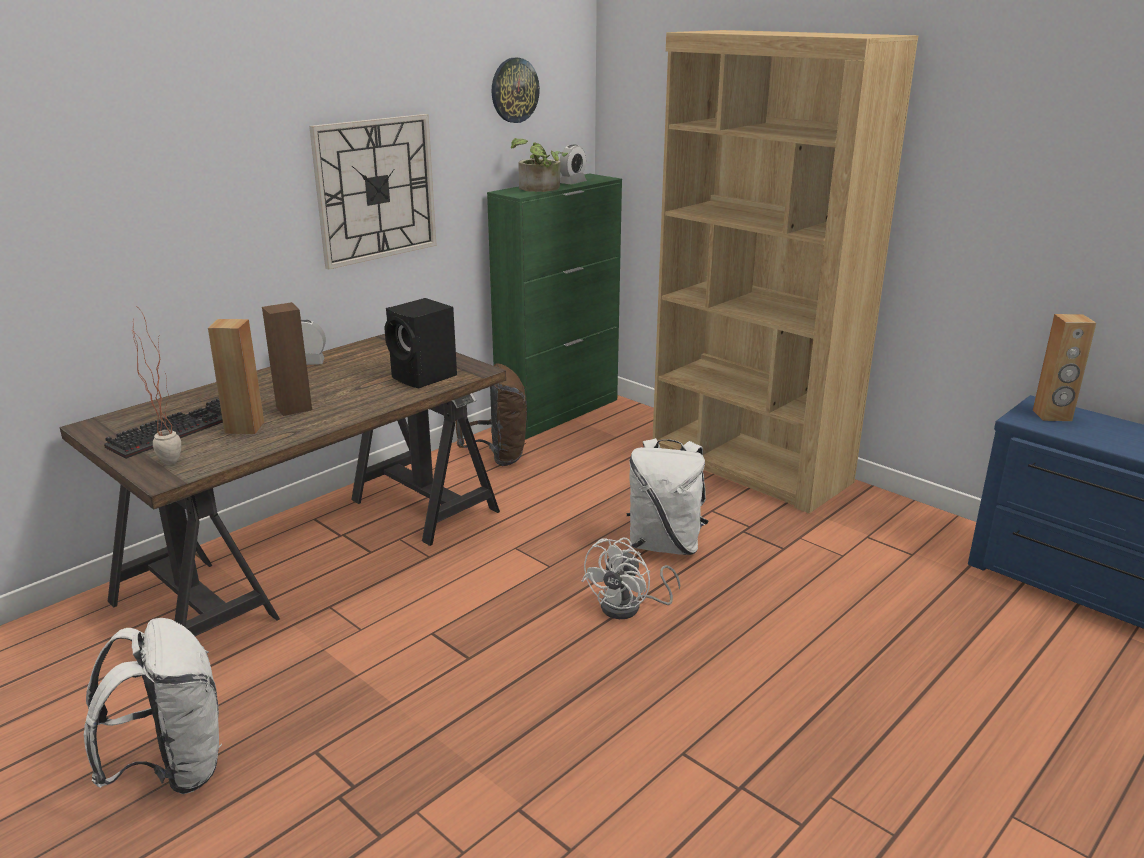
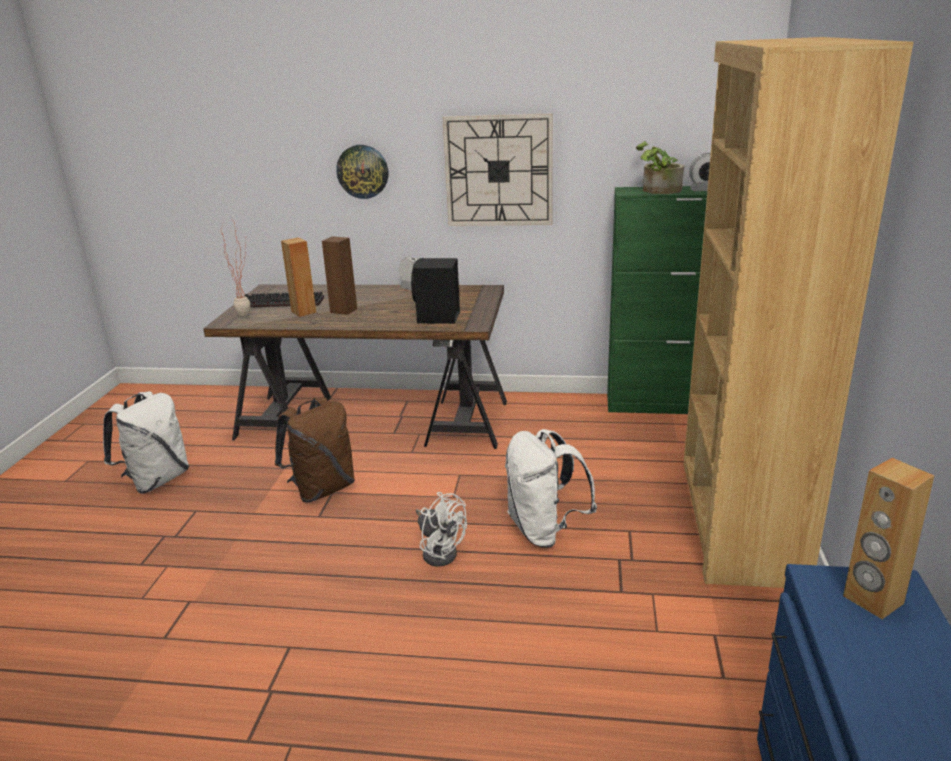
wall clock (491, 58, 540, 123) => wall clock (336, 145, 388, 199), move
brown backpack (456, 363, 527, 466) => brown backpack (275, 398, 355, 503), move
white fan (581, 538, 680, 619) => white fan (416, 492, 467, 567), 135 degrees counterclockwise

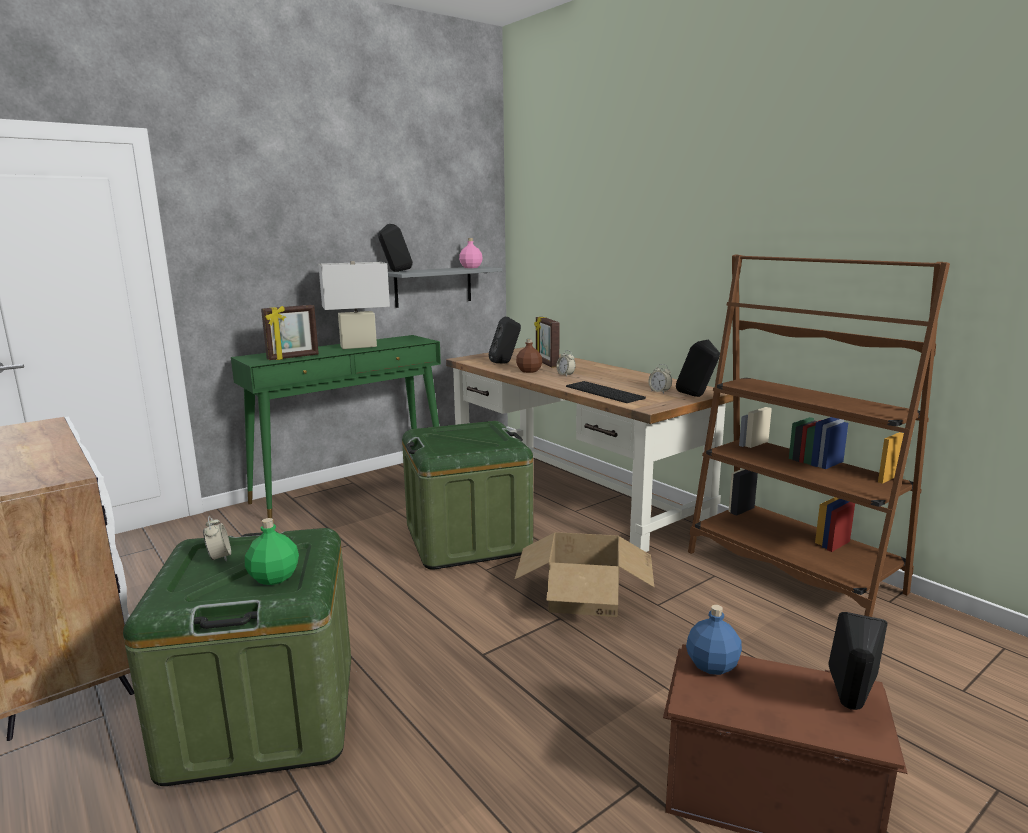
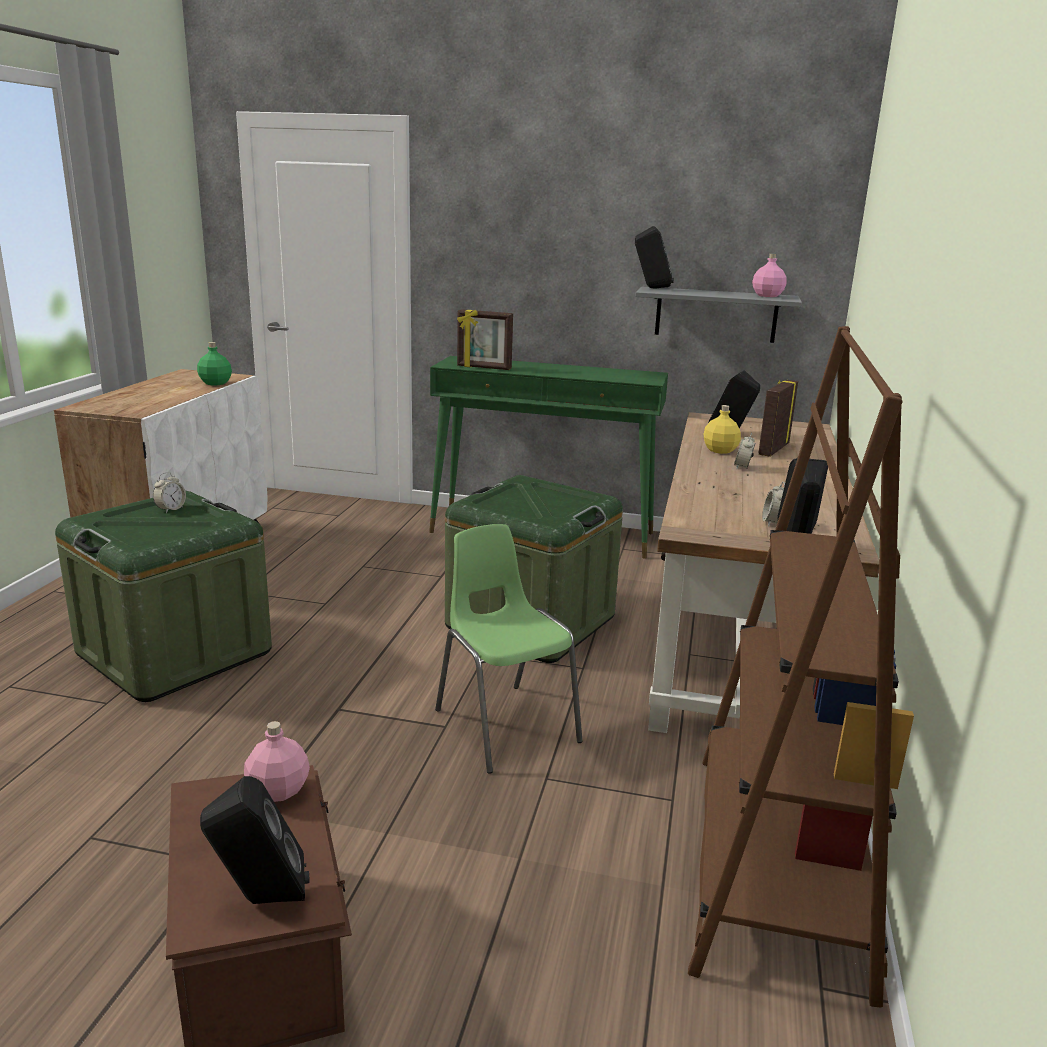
white table lamp (318, 261, 390, 349) => nothing
brown bottle (516, 339, 542, 373) => yellow bottle (703, 405, 741, 454)
keyboard (566, 381, 646, 403) => nothing
green bottle (245, 518, 299, 585) => green bottle (197, 342, 232, 385), move
cardboard box (514, 532, 655, 617) => green chair (435, 524, 583, 774)
blue bottle (686, 605, 742, 675) => pink bottle (244, 721, 310, 802)

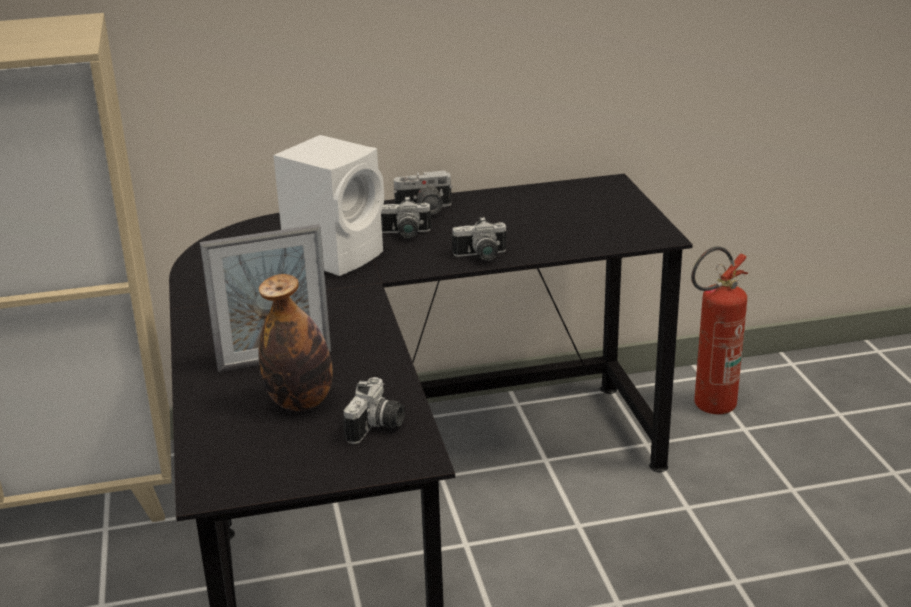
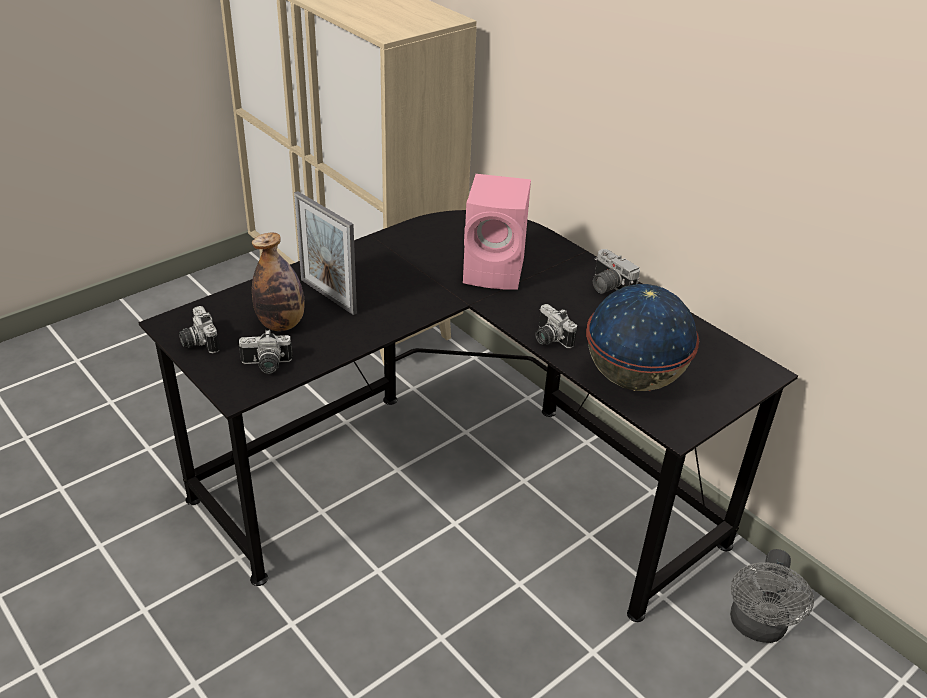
white speaker (273, 135, 384, 276) => pink speaker (463, 174, 531, 290)
photo camera (381, 196, 431, 238) => photo camera (179, 306, 220, 353), move
fire extinguisher (691, 247, 748, 414) => grey fan (730, 549, 814, 643)
nothing => globe (586, 284, 699, 391)

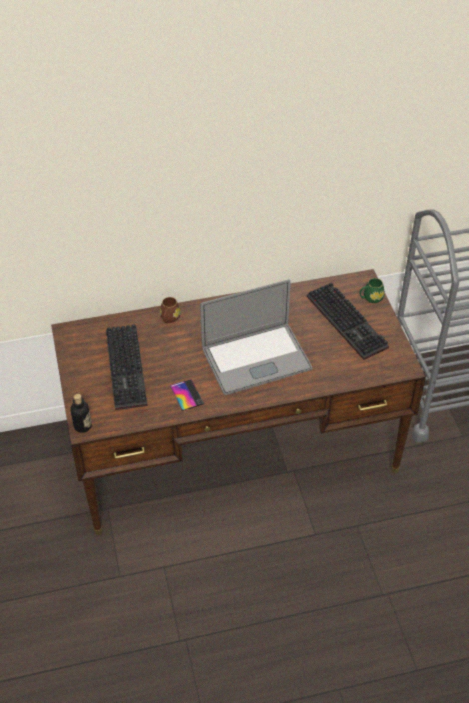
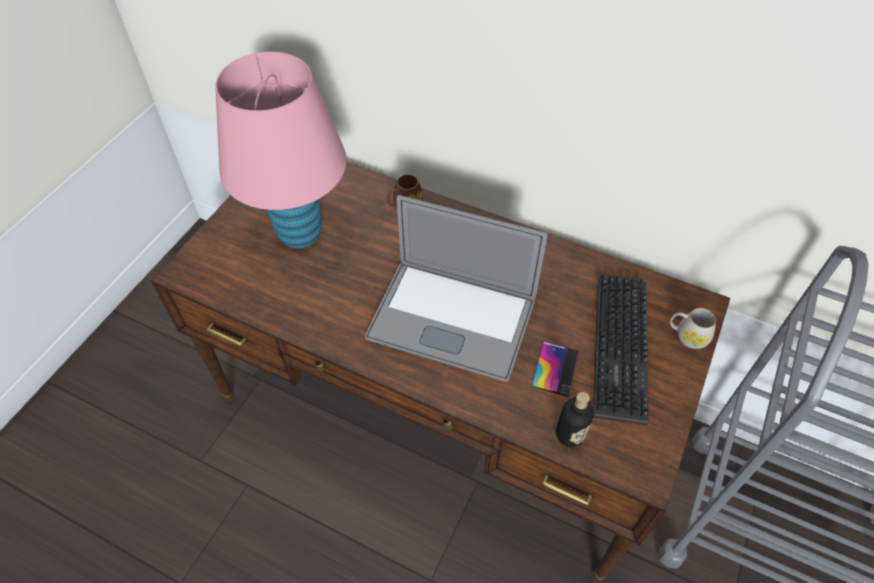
green mug (360, 278, 384, 303) => white mug (670, 308, 716, 349)
keyboard (106, 324, 148, 410) => pink table lamp (215, 52, 347, 249)
phone (170, 379, 204, 411) => phone (532, 341, 579, 397), move
bottle (70, 394, 92, 433) => bottle (556, 392, 594, 447), move

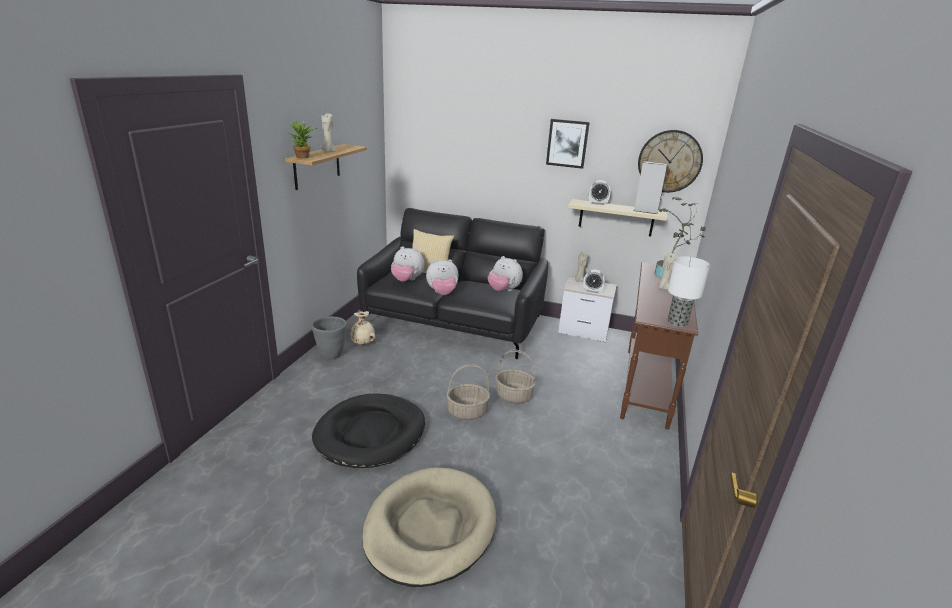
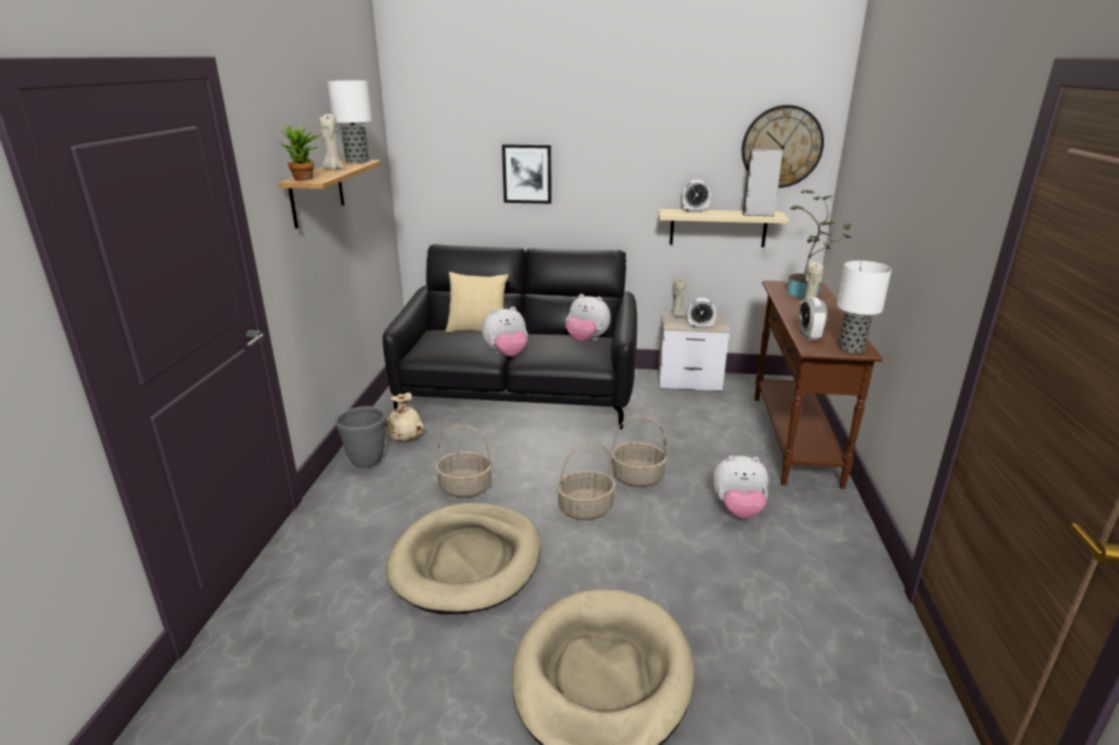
picture (546, 119, 590, 169) => picture (502, 144, 552, 204), move
plush toy (391, 246, 424, 282) => plush toy (712, 456, 769, 519), move
black dog bed (312, 393, 425, 468) => beige dog bed (386, 503, 541, 614)
nothing => table lamp (327, 80, 372, 163)
nothing => alarm clock (799, 298, 827, 340)
nothing => basket (435, 424, 493, 498)

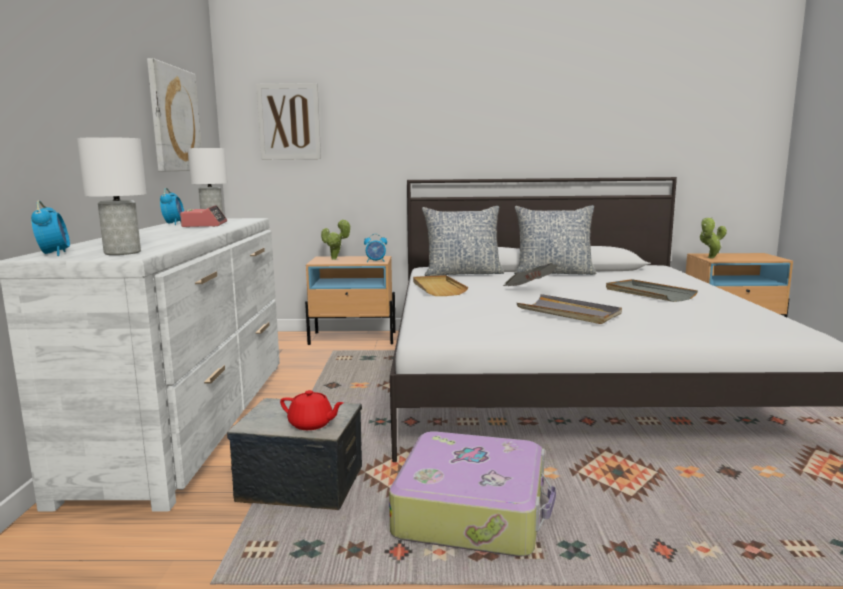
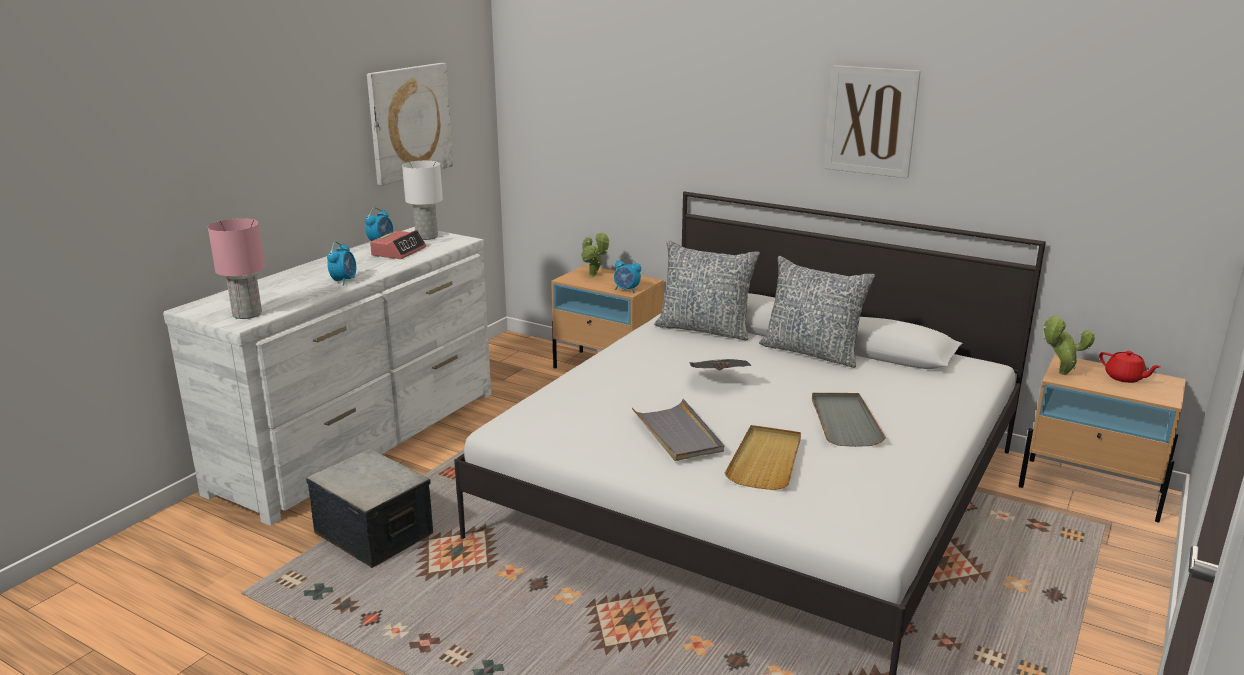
picture (256, 83, 321, 160) => picture (825, 65, 921, 178), move
white table lamp (77, 137, 147, 255) => pink table lamp (208, 218, 265, 319)
alarm clock (31, 200, 70, 256) => alarm clock (327, 242, 356, 286), move
beige tray (413, 275, 468, 296) => beige tray (725, 425, 801, 490), move
red teapot (280, 390, 344, 430) => red teapot (1099, 351, 1161, 383), move
suitcase (389, 431, 556, 556) => nothing

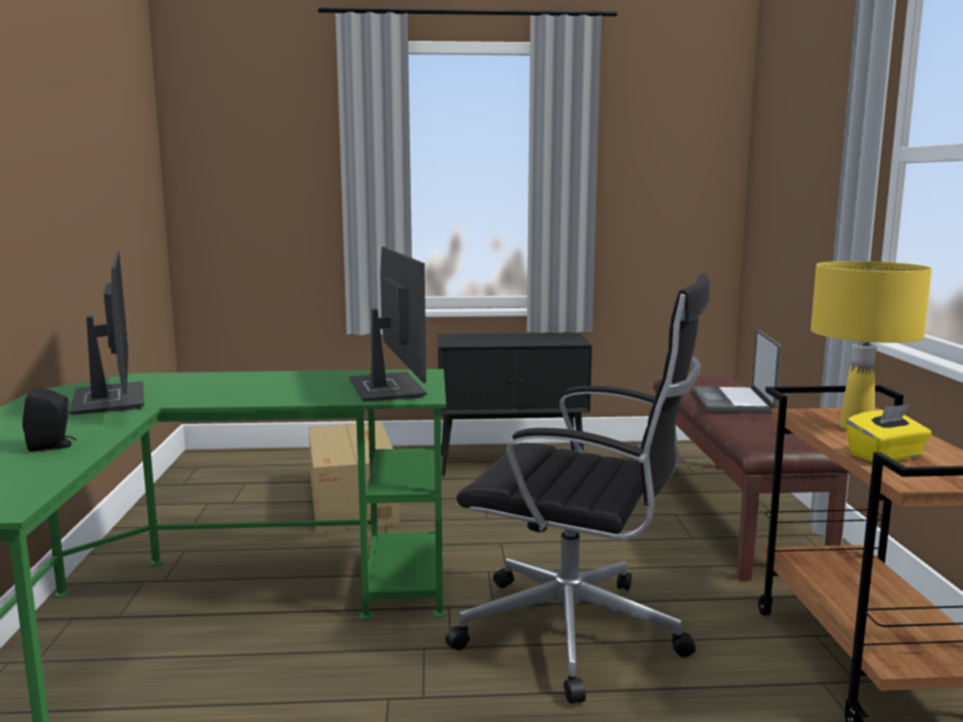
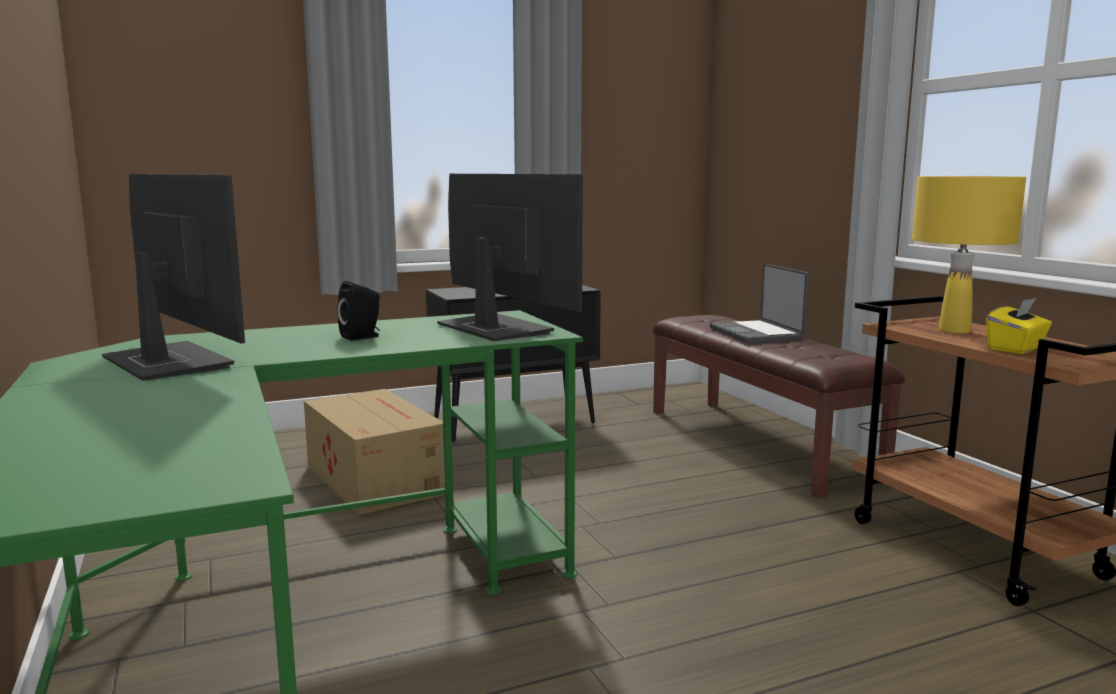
black office chair (445, 273, 710, 704) => nothing
black speaker (23, 386, 76, 452) => black speaker (337, 281, 380, 341), move

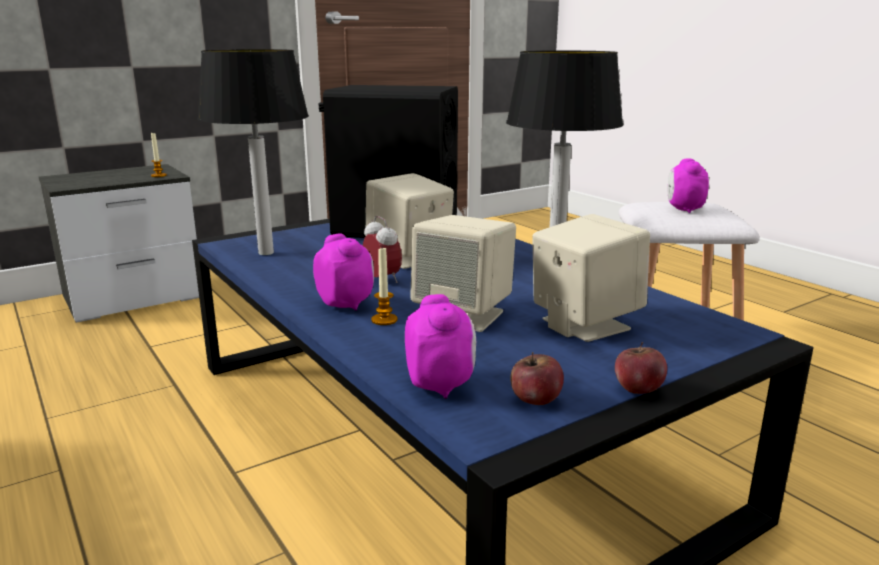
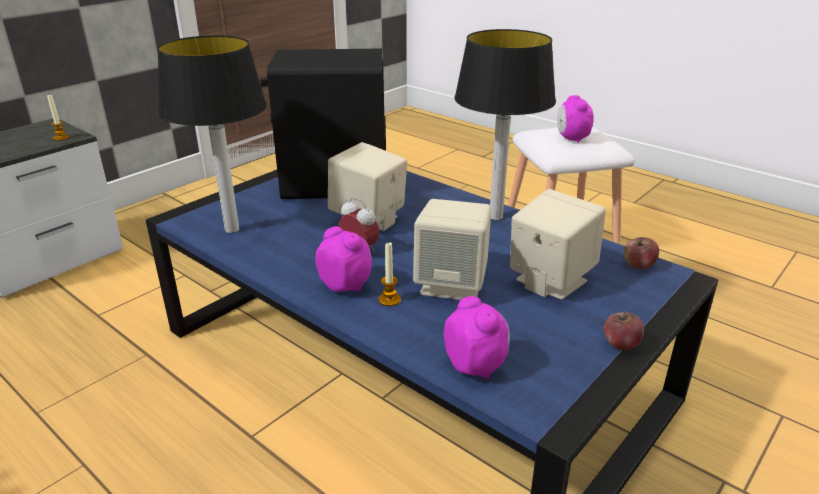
apple (510, 352, 564, 405) => apple (624, 237, 659, 269), move

